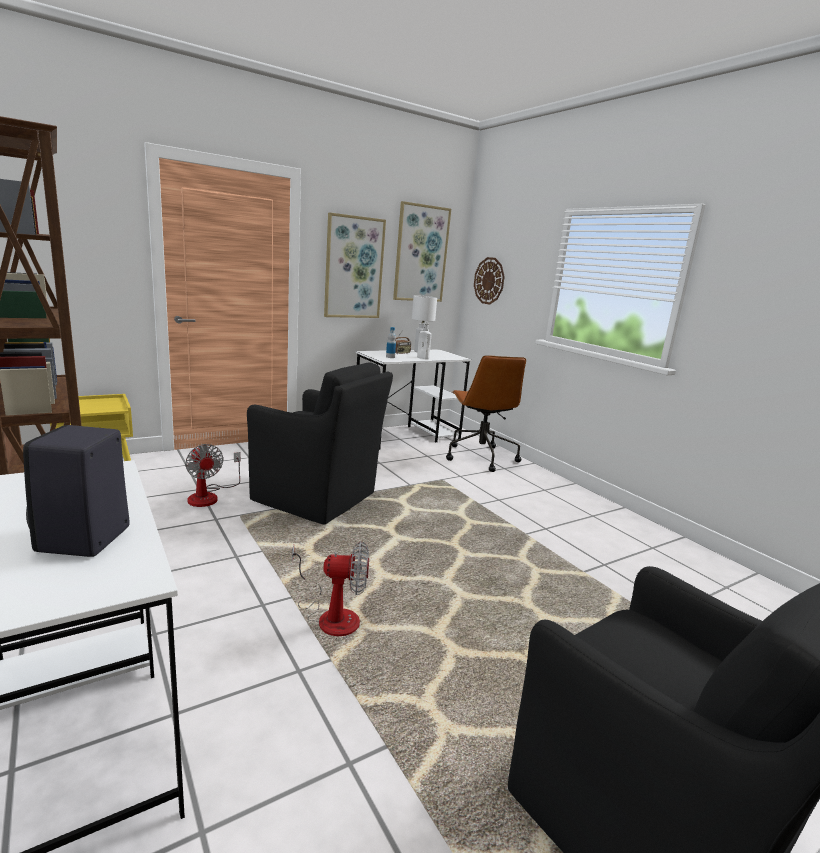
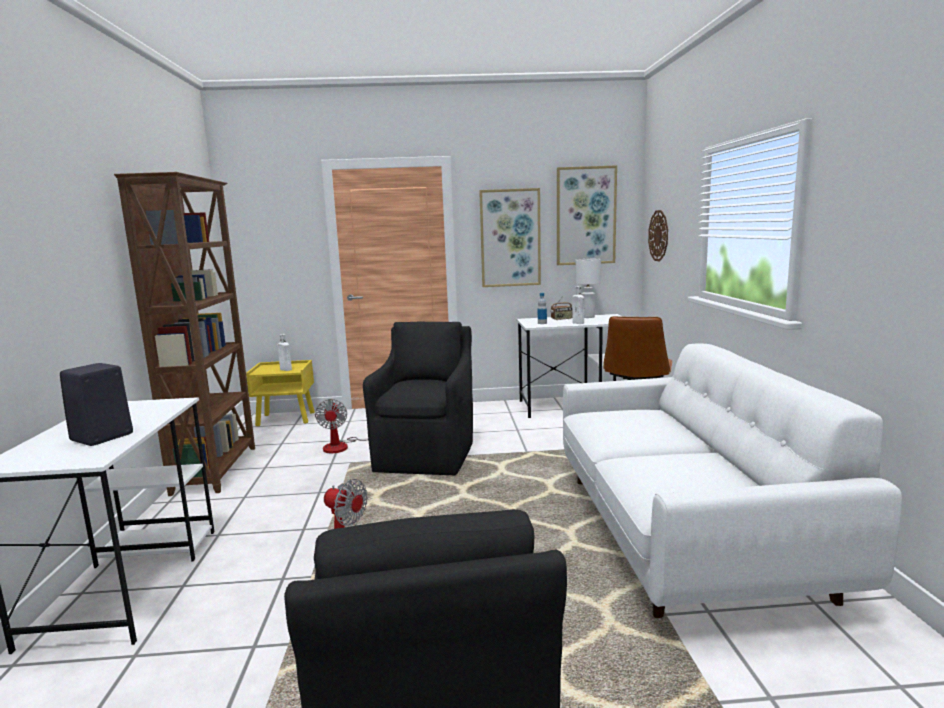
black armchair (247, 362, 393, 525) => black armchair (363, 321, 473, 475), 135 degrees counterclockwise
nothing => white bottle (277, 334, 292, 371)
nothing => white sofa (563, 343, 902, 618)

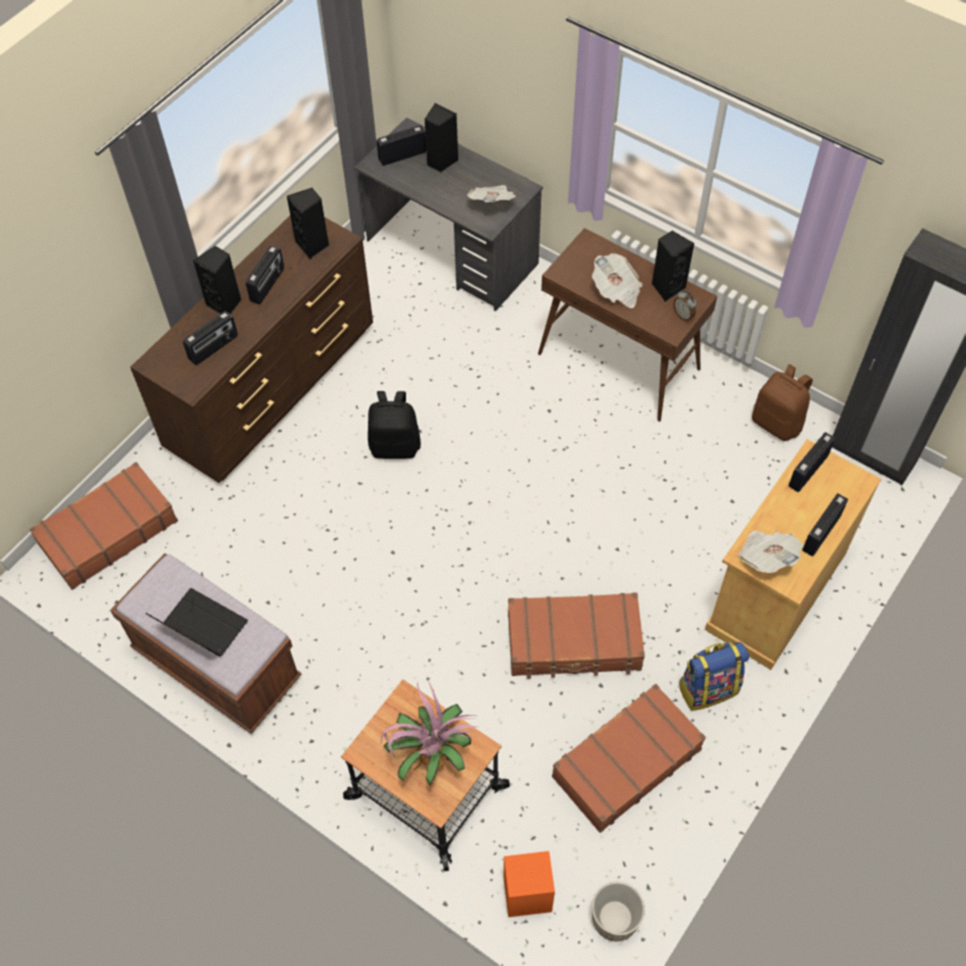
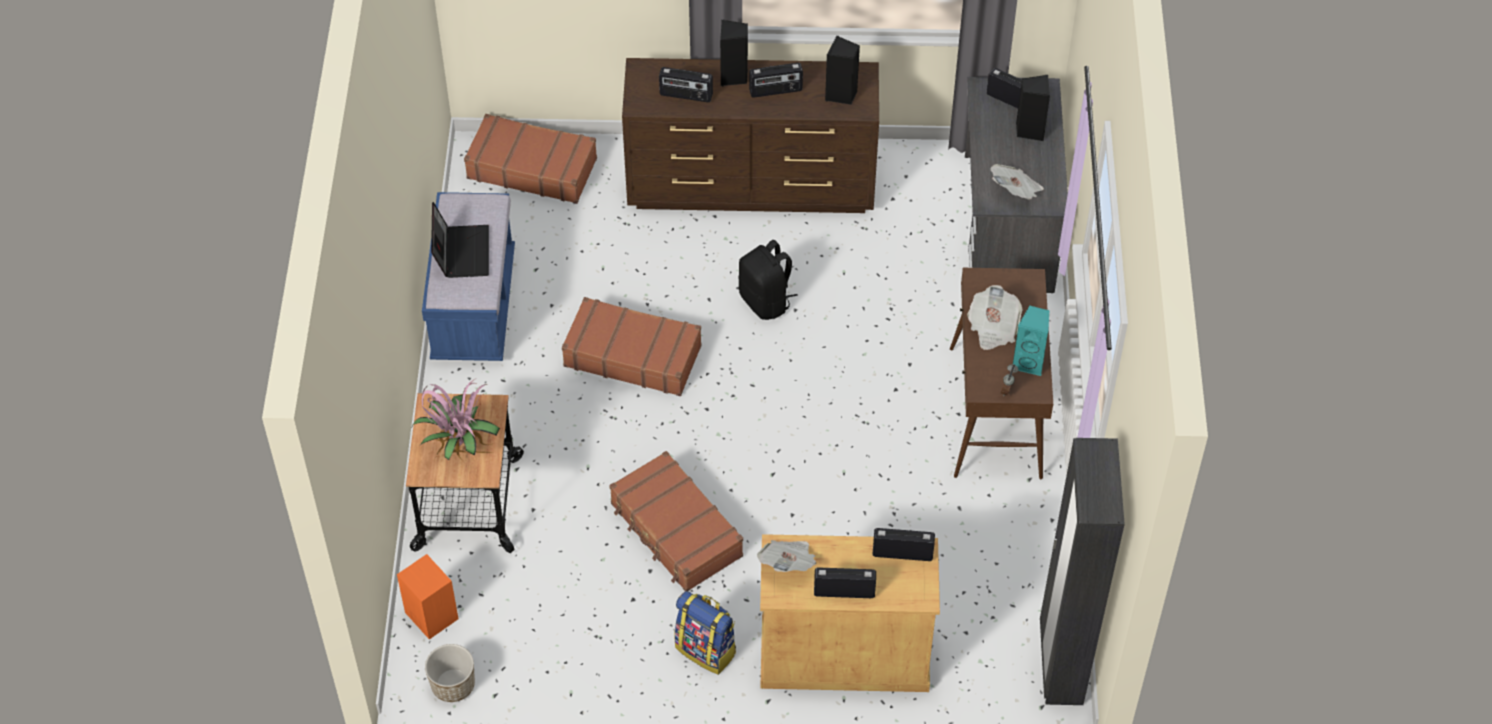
black speaker (652, 230, 695, 302) => turquoise speaker (1013, 306, 1049, 376)
brown backpack (752, 364, 813, 441) => nothing
brown bench (110, 553, 301, 734) => blue bench (422, 192, 515, 361)
brown suitcase (552, 684, 706, 833) => brown suitcase (562, 297, 702, 396), move

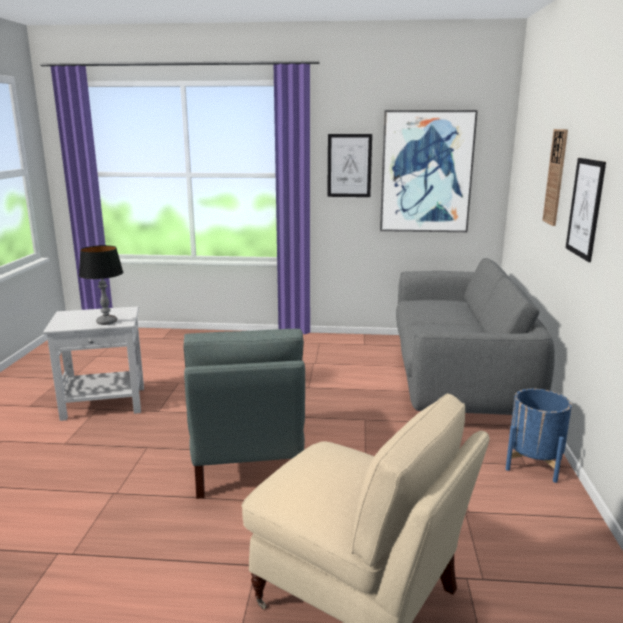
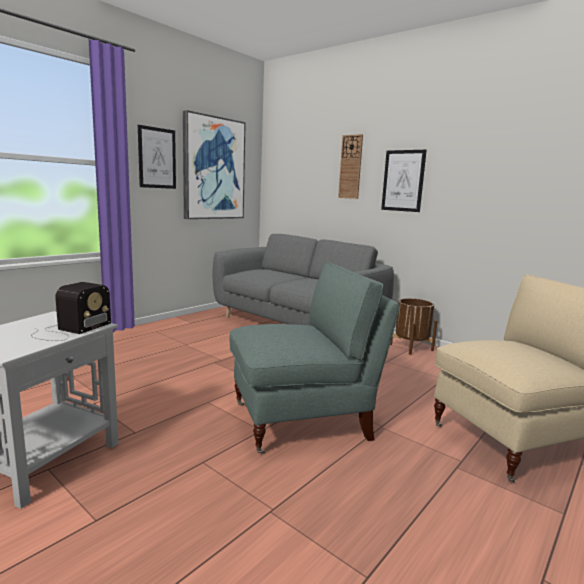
table lamp (79, 245, 123, 325) => radio (31, 282, 111, 341)
grey armchair (183, 329, 305, 499) => grey armchair (230, 262, 399, 455), 45 degrees counterclockwise
blue planter (506, 389, 572, 483) => brown planter (390, 298, 437, 355)

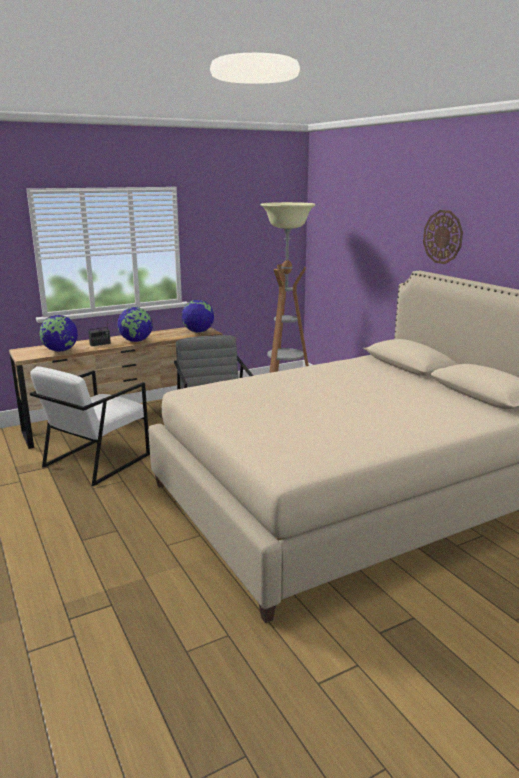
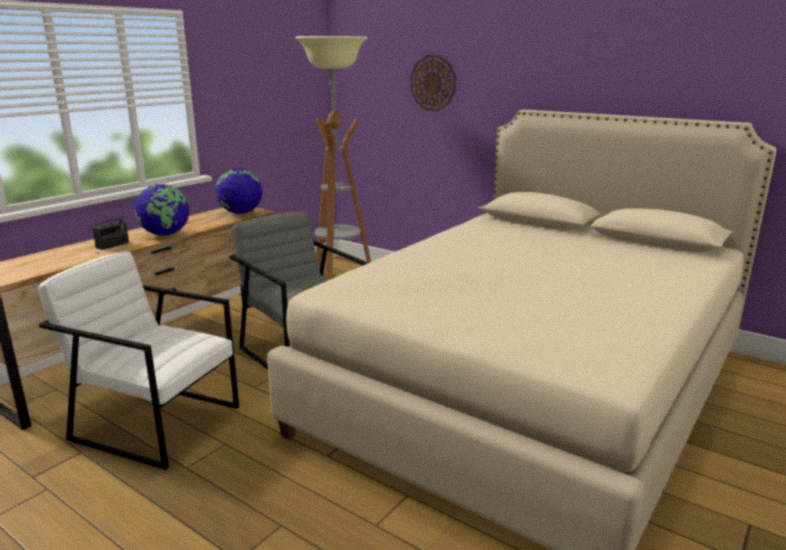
wall clock (423, 210, 463, 264) => wall clock (410, 55, 456, 111), move
globe (39, 315, 78, 352) => nothing
white armchair (30, 366, 150, 486) => white armchair (38, 251, 239, 470), 105 degrees clockwise

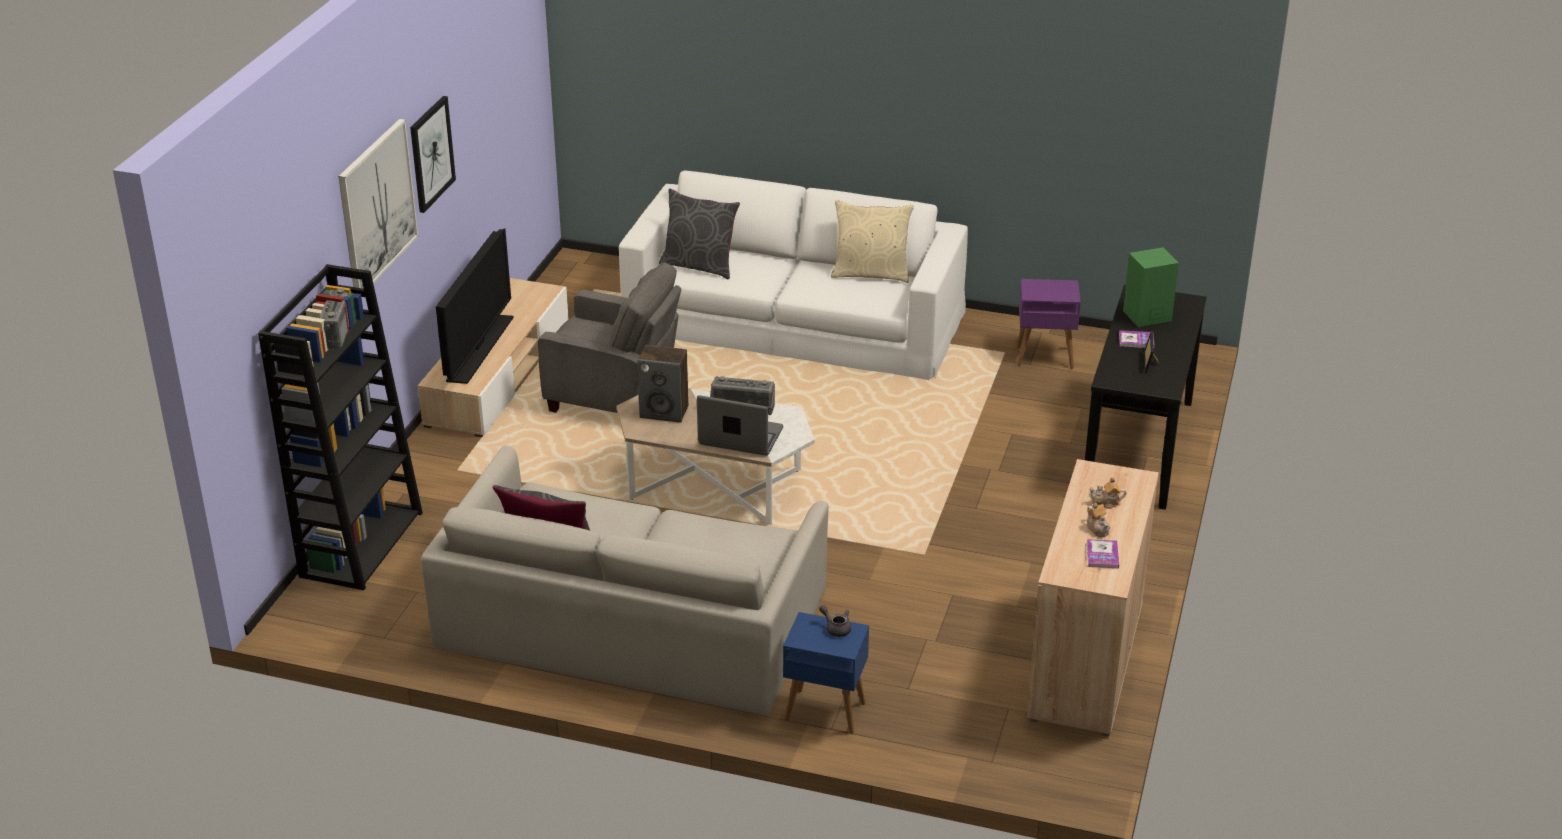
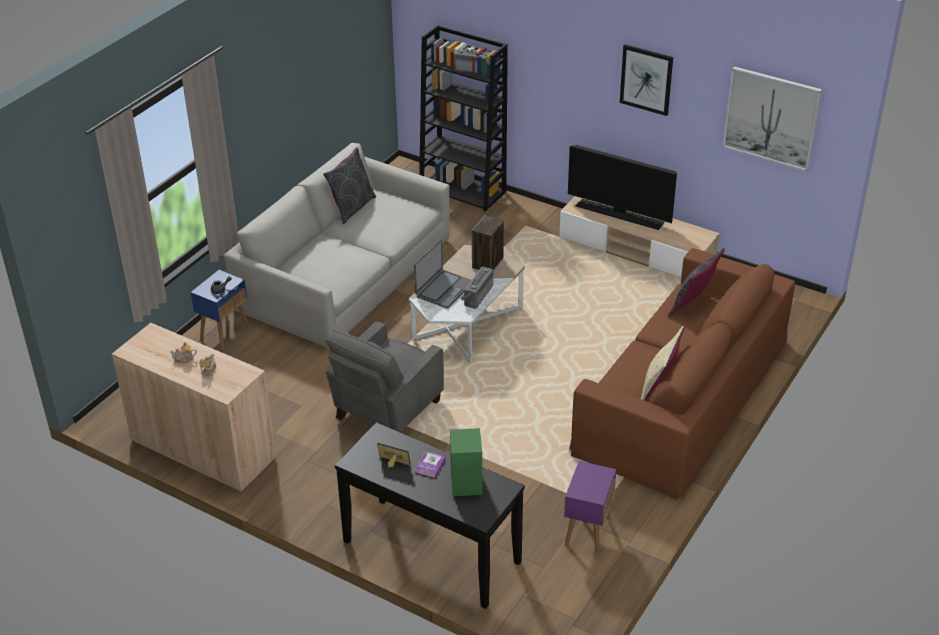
picture (338, 119, 419, 289) => picture (723, 66, 822, 172), move
white sofa (619, 171, 968, 380) => brown sofa (569, 248, 795, 500)
grey armchair (538, 262, 681, 413) => grey armchair (325, 321, 444, 433), move
book (1087, 539, 1119, 568) => nothing

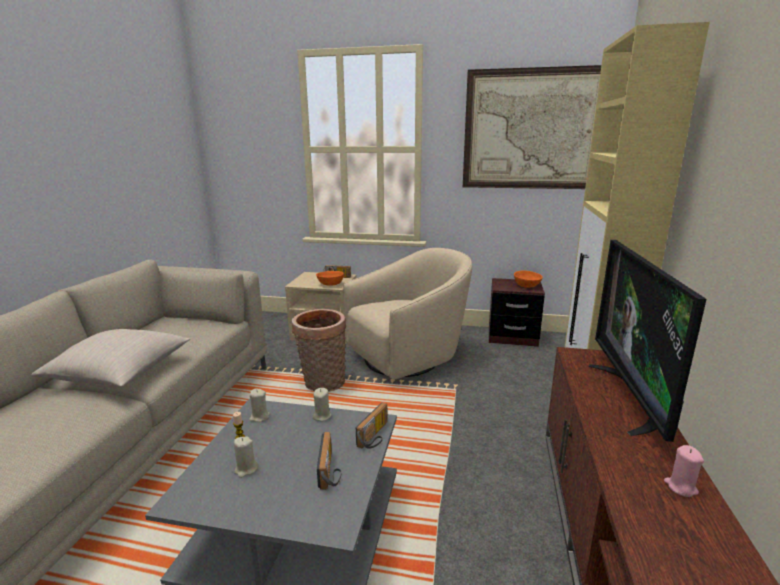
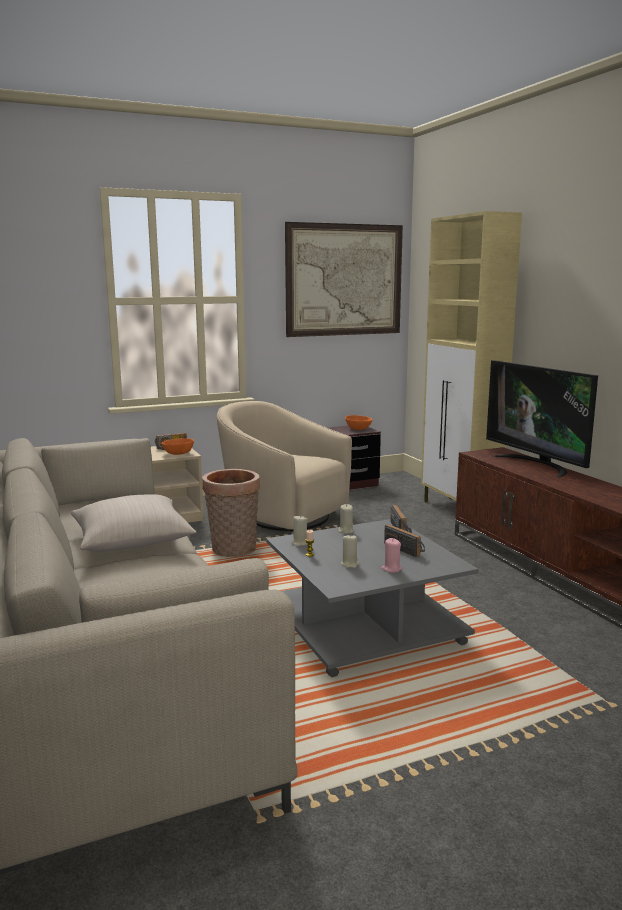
beige armchair (343, 248, 472, 379) => beige armchair (217, 401, 352, 531), 75 degrees counterclockwise
pink candle (664, 445, 704, 497) => pink candle (381, 538, 402, 573), move

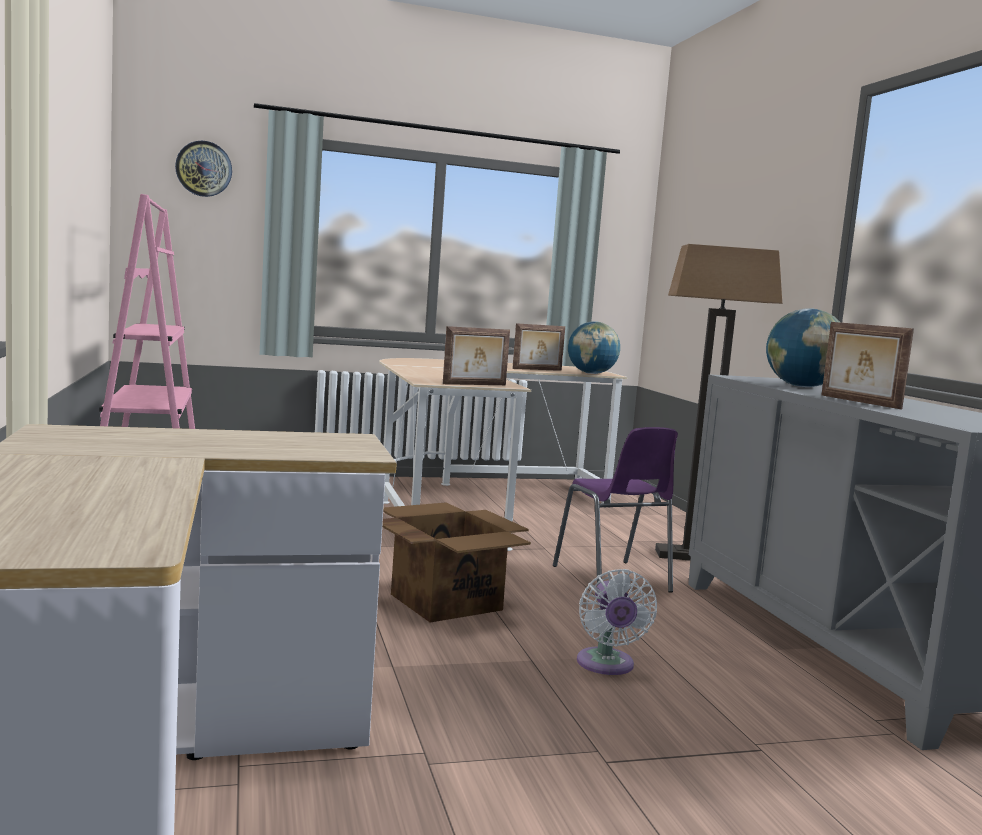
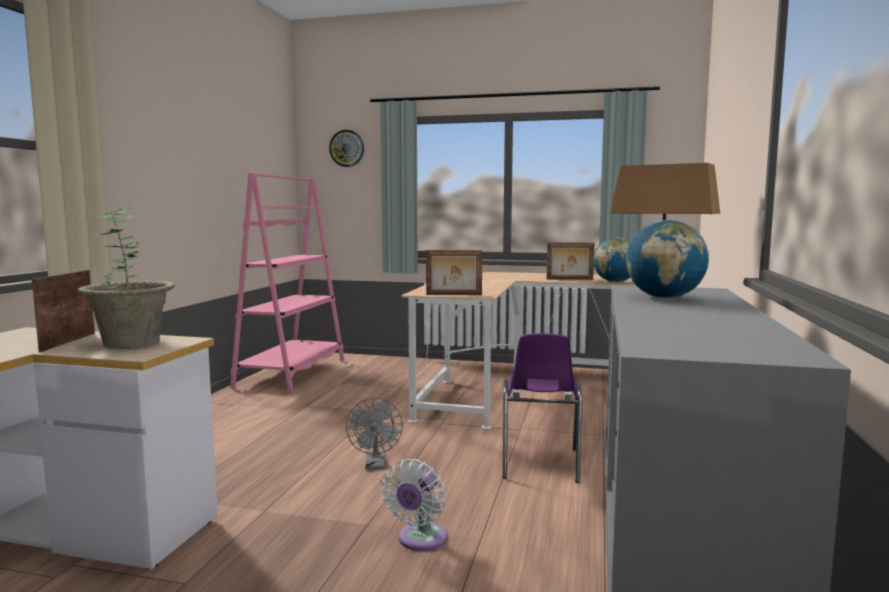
picture frame (822, 322, 914, 409) => picture frame (32, 270, 95, 352), move
cardboard box (382, 502, 531, 622) => grey fan (346, 398, 403, 469)
nothing => potted plant (77, 208, 175, 349)

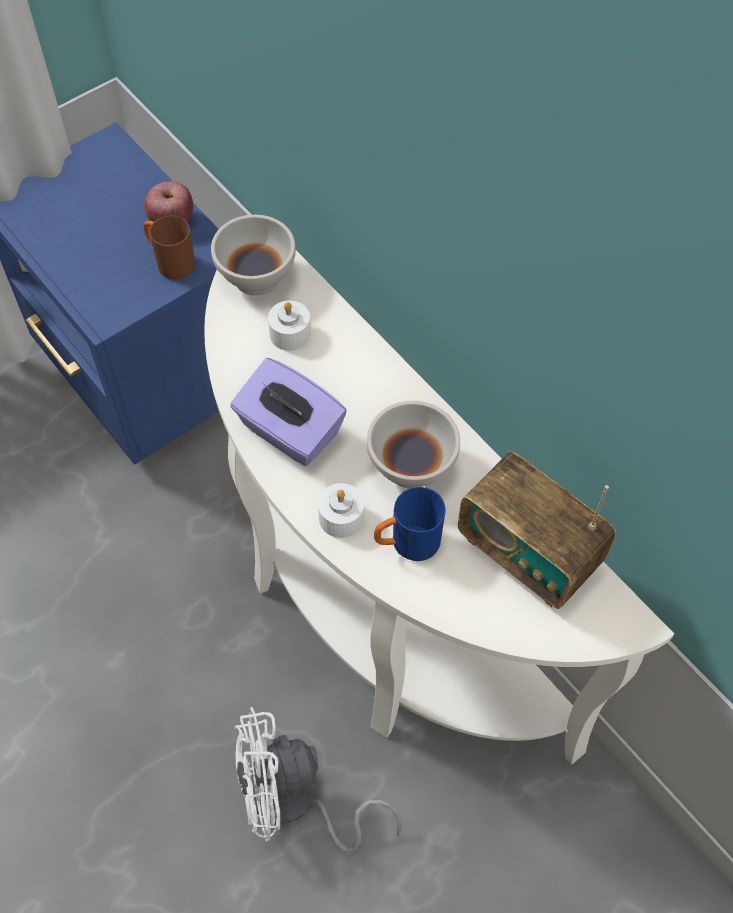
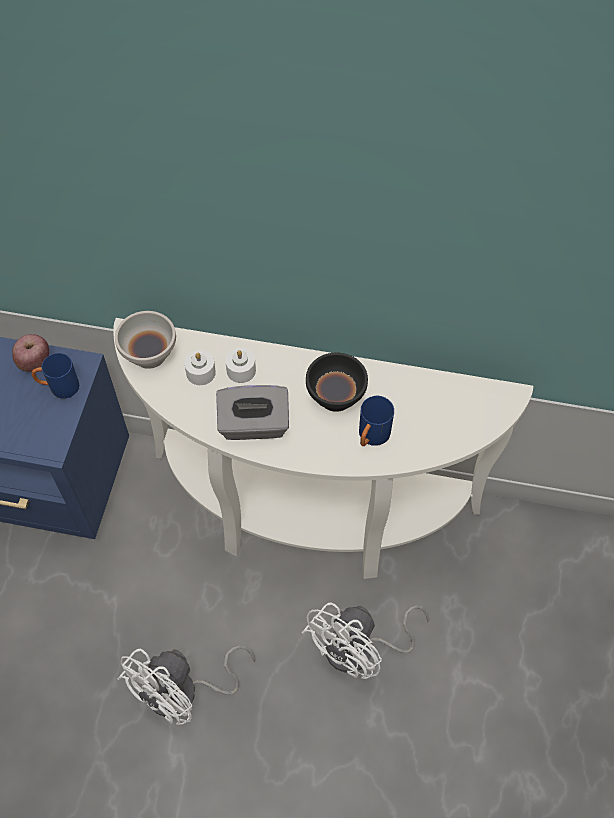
brown mug (143, 216, 196, 279) => blue mug (31, 353, 79, 399)
purple tissue box (230, 358, 347, 466) => grey tissue box (216, 385, 289, 440)
white bowl (367, 401, 460, 489) => black bowl (306, 353, 368, 412)
radio (458, 451, 616, 609) => nothing
white candle (318, 483, 364, 538) => white candle (225, 348, 256, 383), move
nothing => white fan (118, 646, 255, 725)

